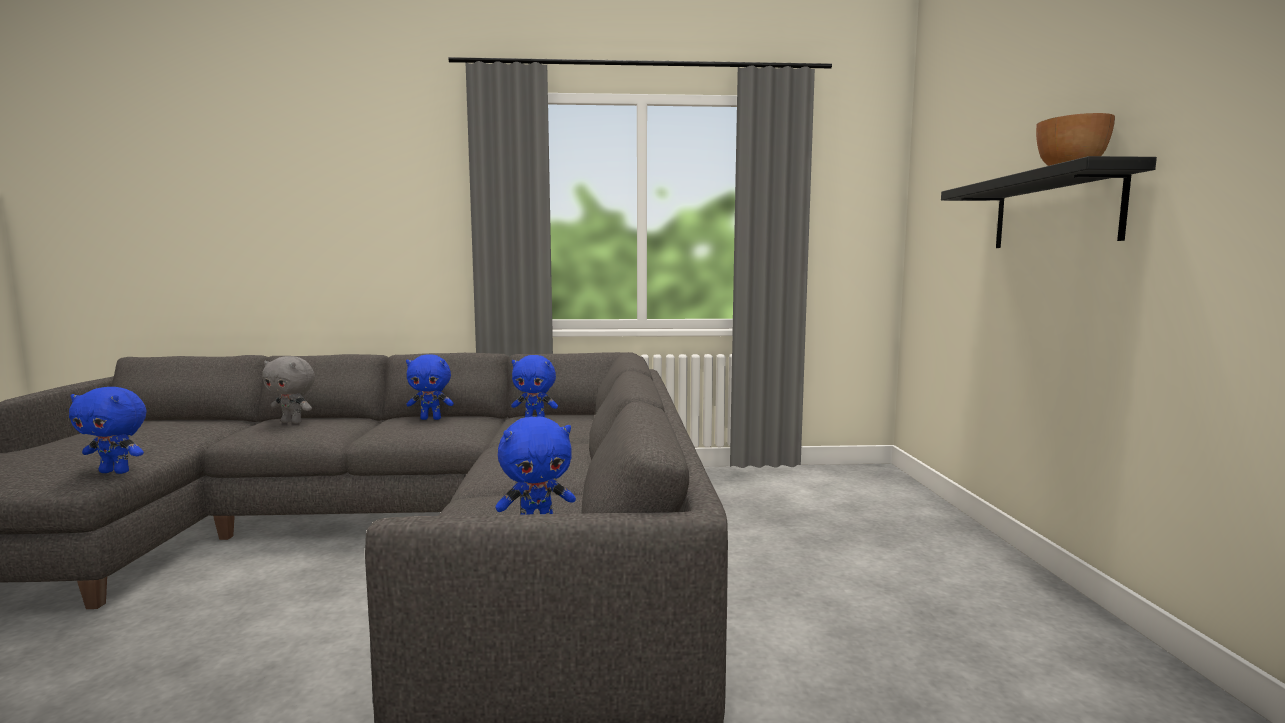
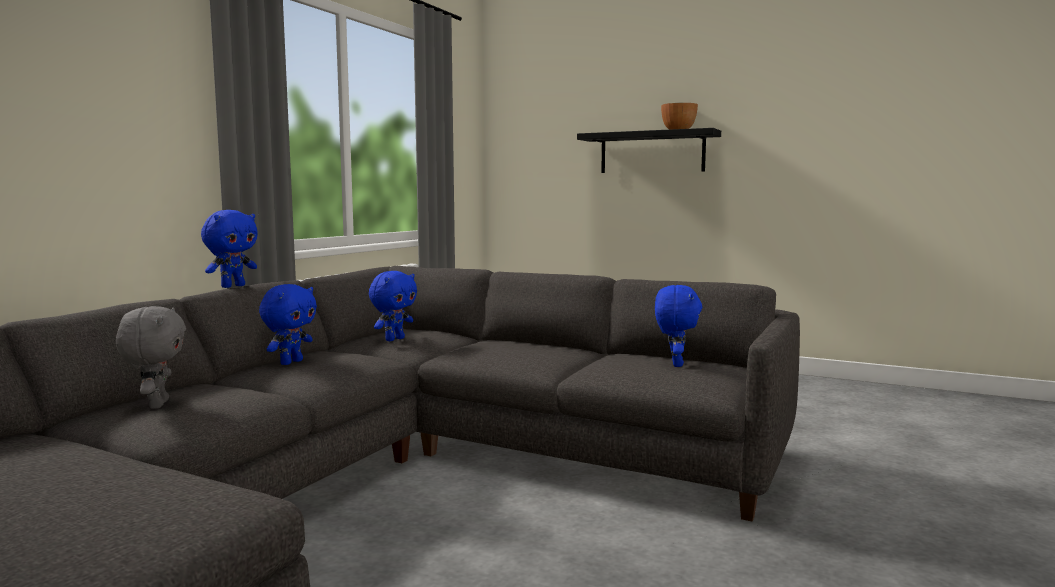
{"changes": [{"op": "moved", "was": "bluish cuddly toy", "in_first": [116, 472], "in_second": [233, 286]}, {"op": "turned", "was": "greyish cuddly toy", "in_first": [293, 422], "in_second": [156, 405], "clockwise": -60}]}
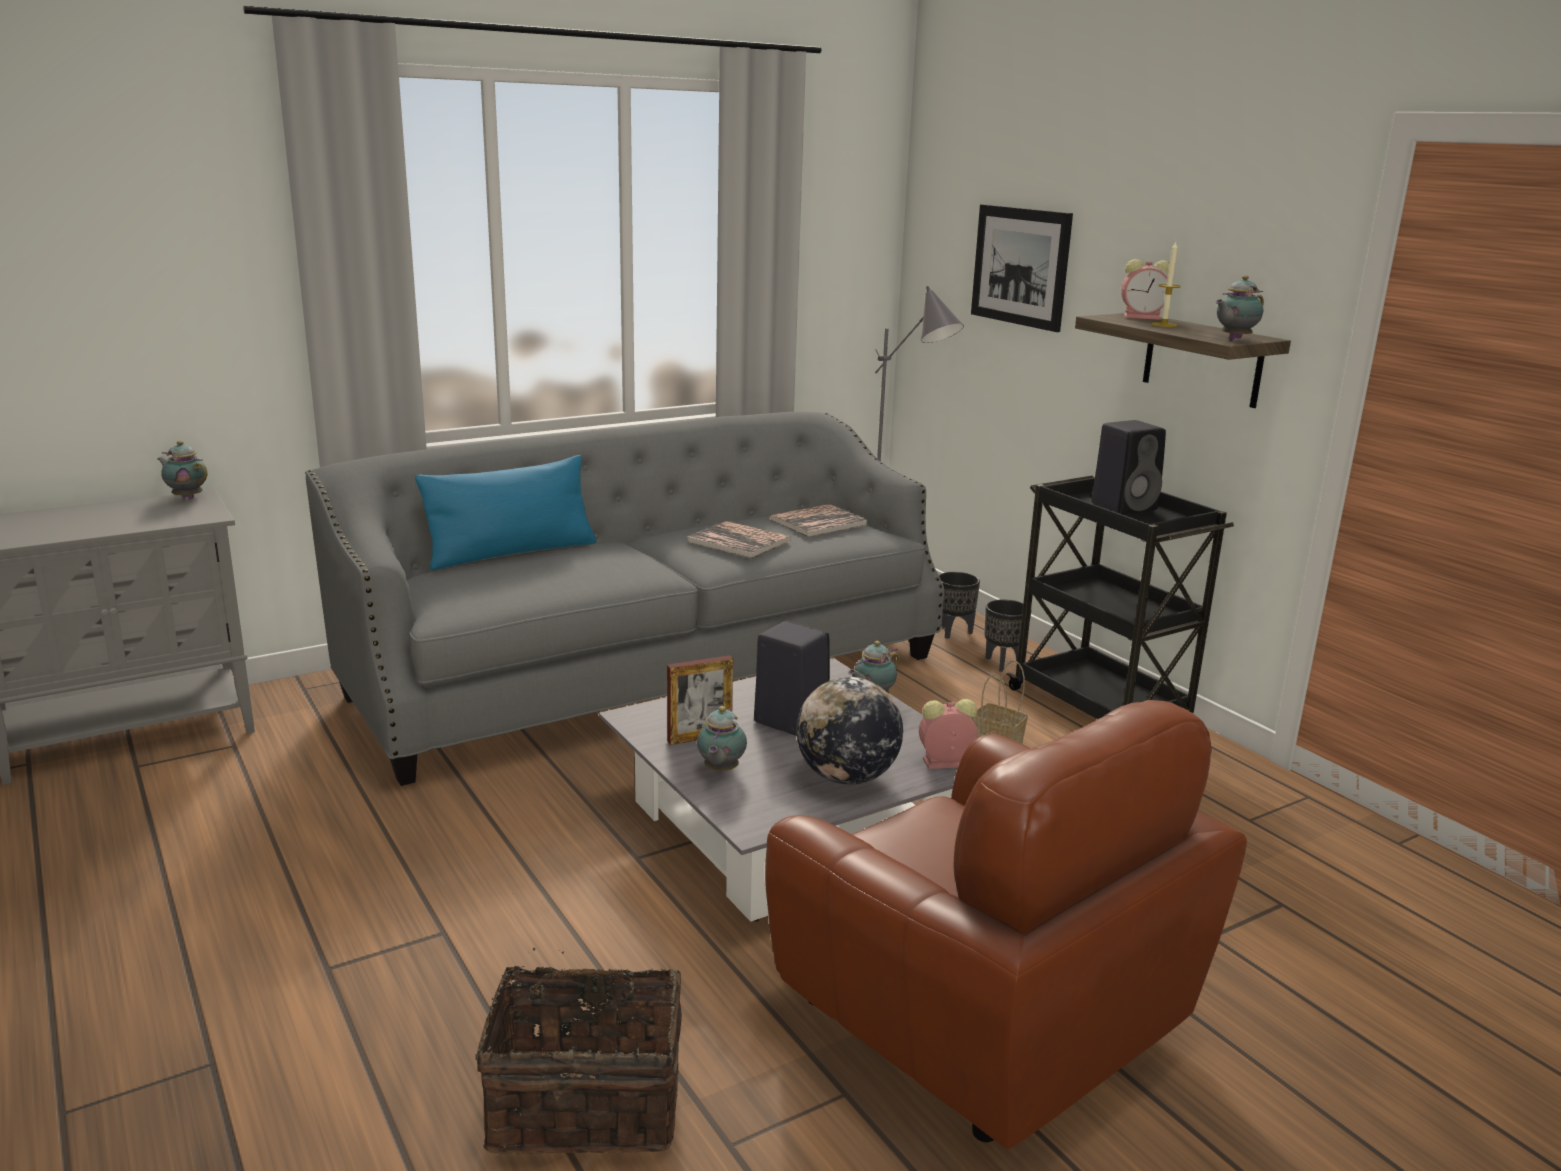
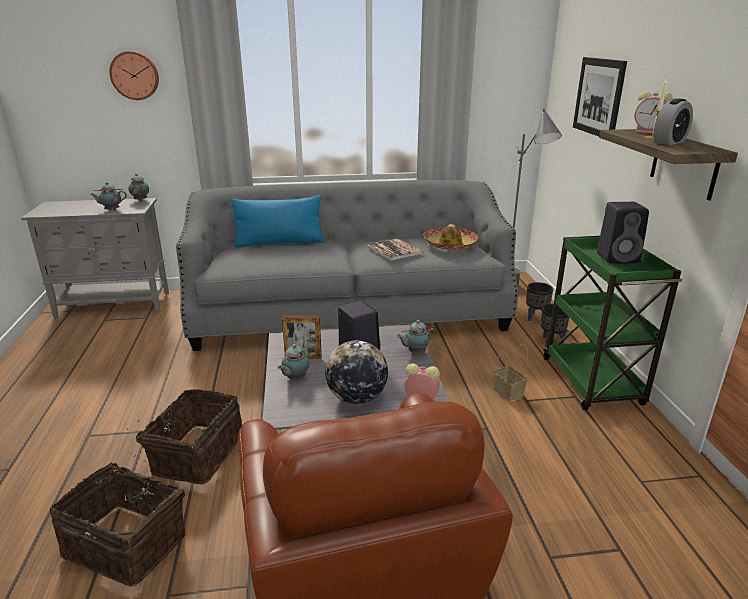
{"changes": [{"op": "replaced", "was": "bound book", "now": "clothing hat", "in_first": [818, 522], "in_second": [449, 244]}, {"op": "recoloured", "was": "black cart", "now": "green-coloured cart", "in_first": [1100, 709], "in_second": [592, 382]}, {"op": "moved", "was": "teapot", "in_first": [1233, 339], "in_second": [111, 210]}, {"op": "added", "now": "hanging clock", "in_second": [135, 75]}, {"op": "added", "now": "basket", "in_second": [196, 454]}, {"op": "added", "now": "table clock", "in_second": [669, 142]}]}
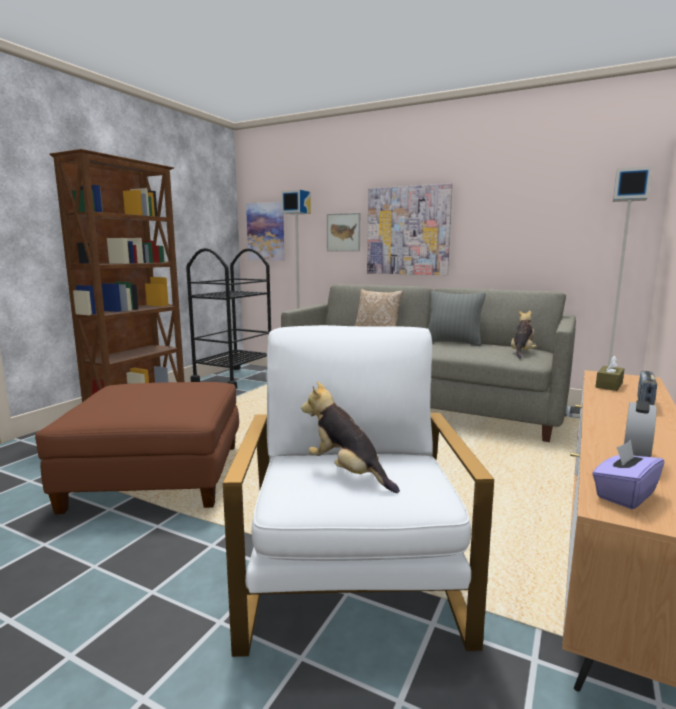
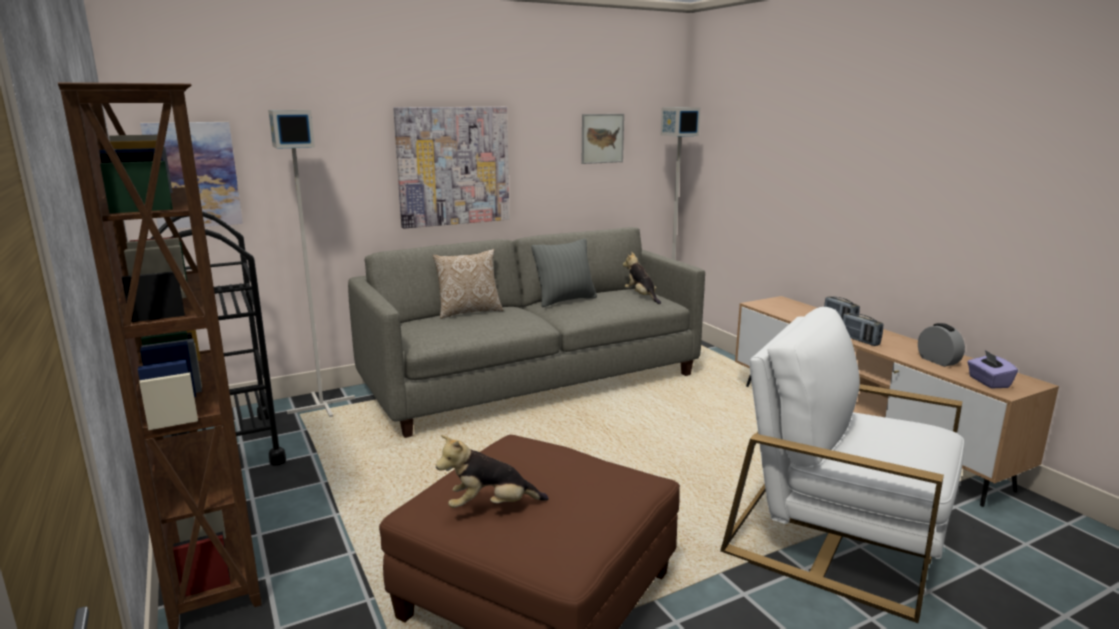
{"changes": [{"op": "moved", "was": "cuddly toy", "in_first": [347, 473], "in_second": [490, 506]}, {"op": "moved", "was": "wall picture", "in_first": [343, 232], "in_second": [602, 138]}, {"op": "removed", "was": "brown-coloured box of tissues", "in_first": [609, 385]}, {"op": "added", "now": "radio set", "in_second": [859, 340]}]}
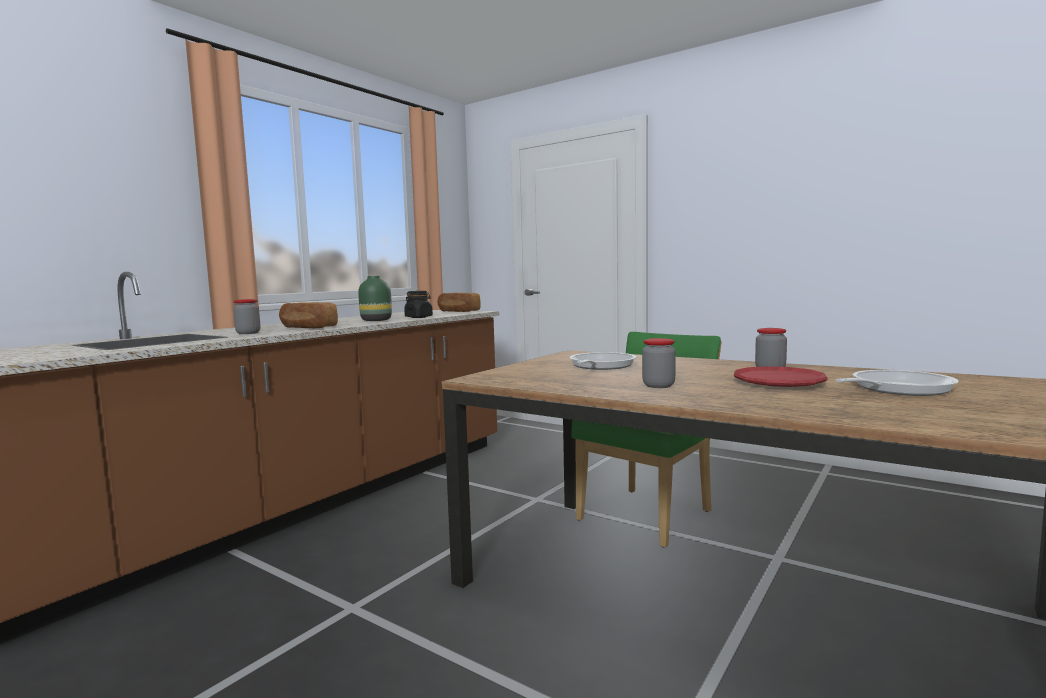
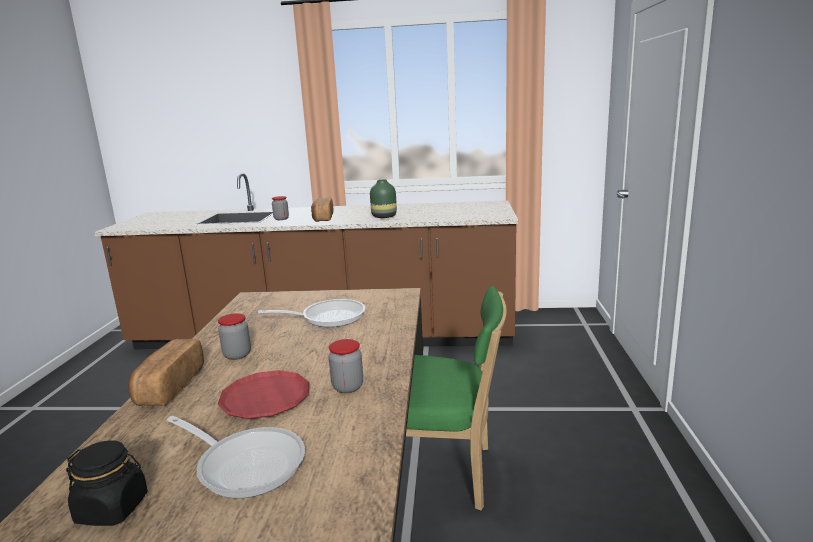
{"changes": [{"op": "moved", "was": "black preserve jar", "in_first": [419, 317], "in_second": [112, 508]}, {"op": "moved", "was": "bread", "in_first": [458, 311], "in_second": [169, 387]}]}
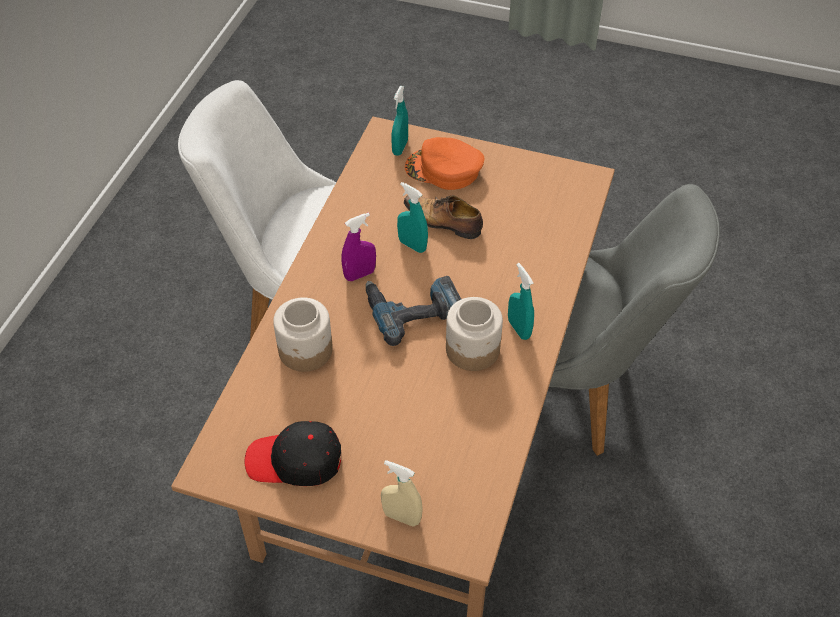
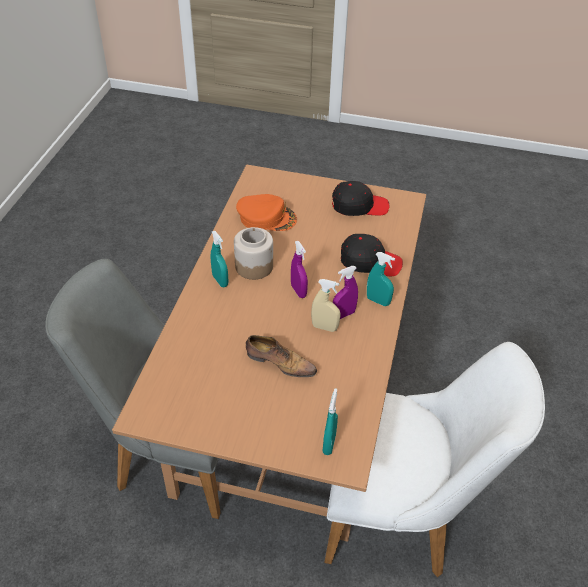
{"changes": [{"op": "replaced", "was": "preserve jar", "now": "black baseball cap", "in_first": [306, 350], "in_second": [370, 261]}, {"op": "replaced", "was": "electric drill", "now": "purple spray bottle", "in_first": [413, 309], "in_second": [298, 291]}, {"op": "moved", "was": "beige spray bottle", "in_first": [401, 517], "in_second": [324, 327]}, {"op": "moved", "was": "turquoise spray bottle", "in_first": [412, 245], "in_second": [378, 301]}, {"op": "moved", "was": "orange baseball cap", "in_first": [443, 169], "in_second": [266, 217]}]}
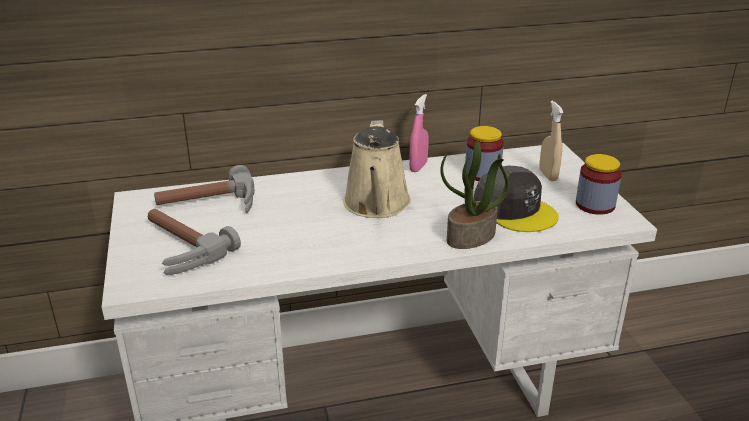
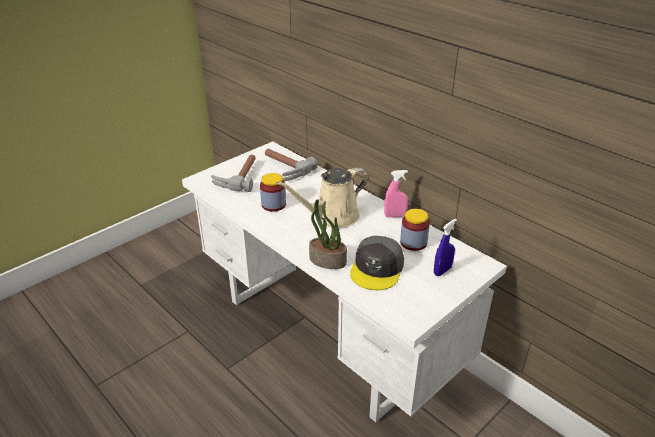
{"changes": [{"op": "recoloured", "was": "beige spray bottle", "now": "bluish spray bottle", "in_first": [548, 175], "in_second": [442, 271]}, {"op": "moved", "was": "preserve jar", "in_first": [595, 205], "in_second": [273, 204]}]}
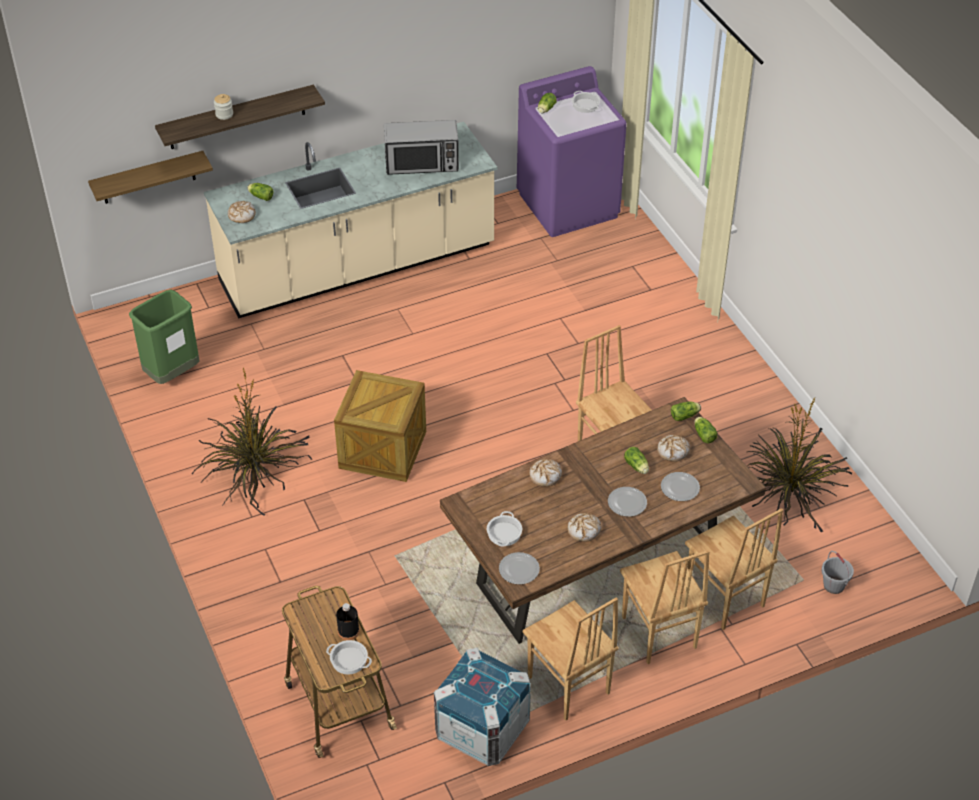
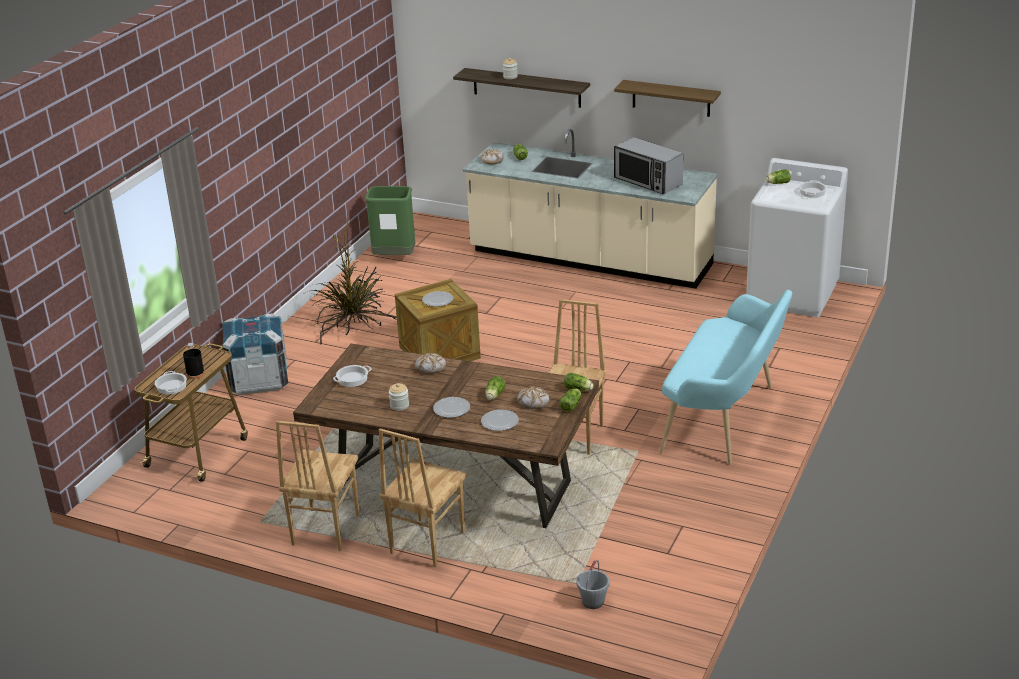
{"changes": [{"op": "moved", "was": "shelf", "in_first": [148, 178], "in_second": [671, 98]}, {"op": "moved", "was": "packing crate", "in_first": [482, 729], "in_second": [259, 379]}, {"op": "moved", "was": "plate", "in_first": [519, 570], "in_second": [437, 300]}, {"op": "recoloured", "was": "purple washing machine", "now": "white washing machine", "in_first": [568, 205], "in_second": [793, 294]}, {"op": "replaced", "was": "bread", "now": "preserve jar", "in_first": [584, 530], "in_second": [399, 405]}, {"op": "removed", "was": "brown-coloured chair", "in_first": [724, 599]}, {"op": "removed", "was": "houseplant", "in_first": [789, 493]}, {"op": "added", "now": "turquoise bench", "in_second": [725, 420]}]}
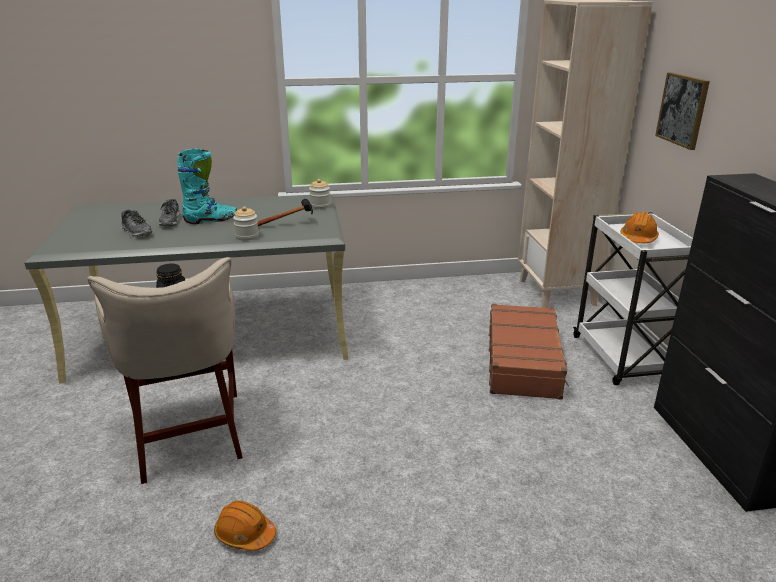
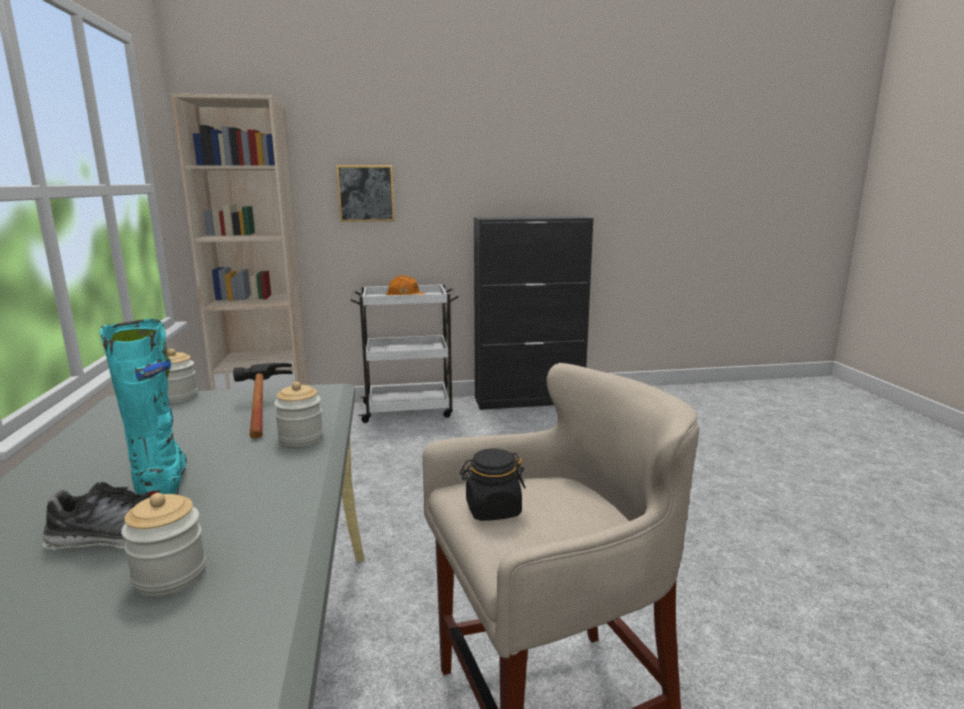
{"changes": [{"op": "replaced", "was": "low shoe", "now": "preserve jar", "in_first": [137, 232], "in_second": [170, 576]}, {"op": "removed", "was": "orange hard hat", "in_first": [245, 534]}, {"op": "removed", "was": "brown-coloured travel case", "in_first": [523, 361]}]}
